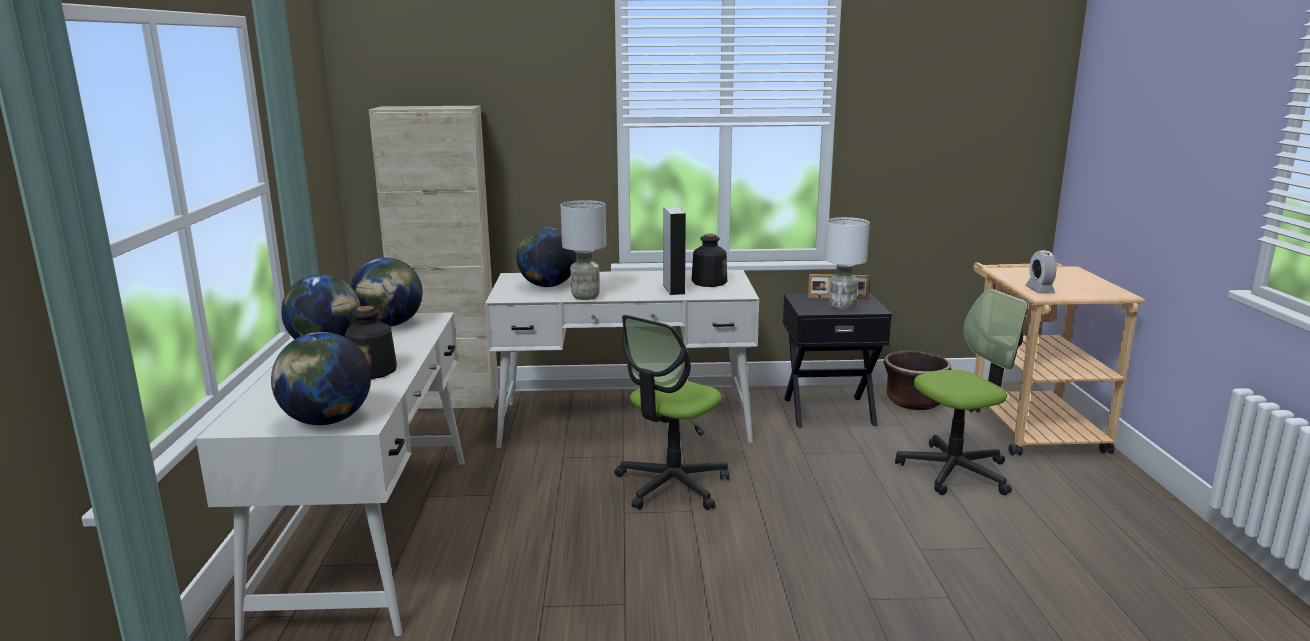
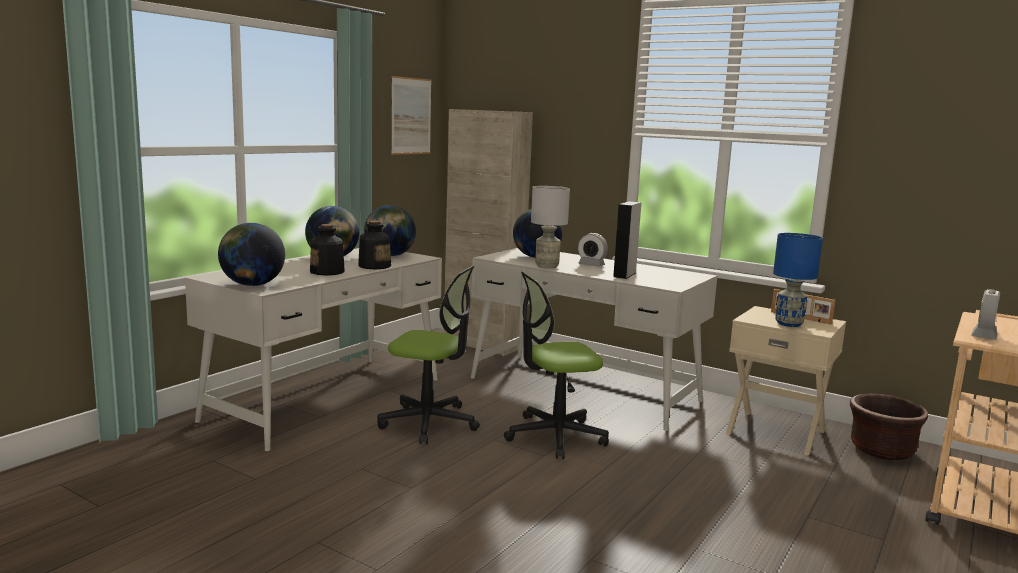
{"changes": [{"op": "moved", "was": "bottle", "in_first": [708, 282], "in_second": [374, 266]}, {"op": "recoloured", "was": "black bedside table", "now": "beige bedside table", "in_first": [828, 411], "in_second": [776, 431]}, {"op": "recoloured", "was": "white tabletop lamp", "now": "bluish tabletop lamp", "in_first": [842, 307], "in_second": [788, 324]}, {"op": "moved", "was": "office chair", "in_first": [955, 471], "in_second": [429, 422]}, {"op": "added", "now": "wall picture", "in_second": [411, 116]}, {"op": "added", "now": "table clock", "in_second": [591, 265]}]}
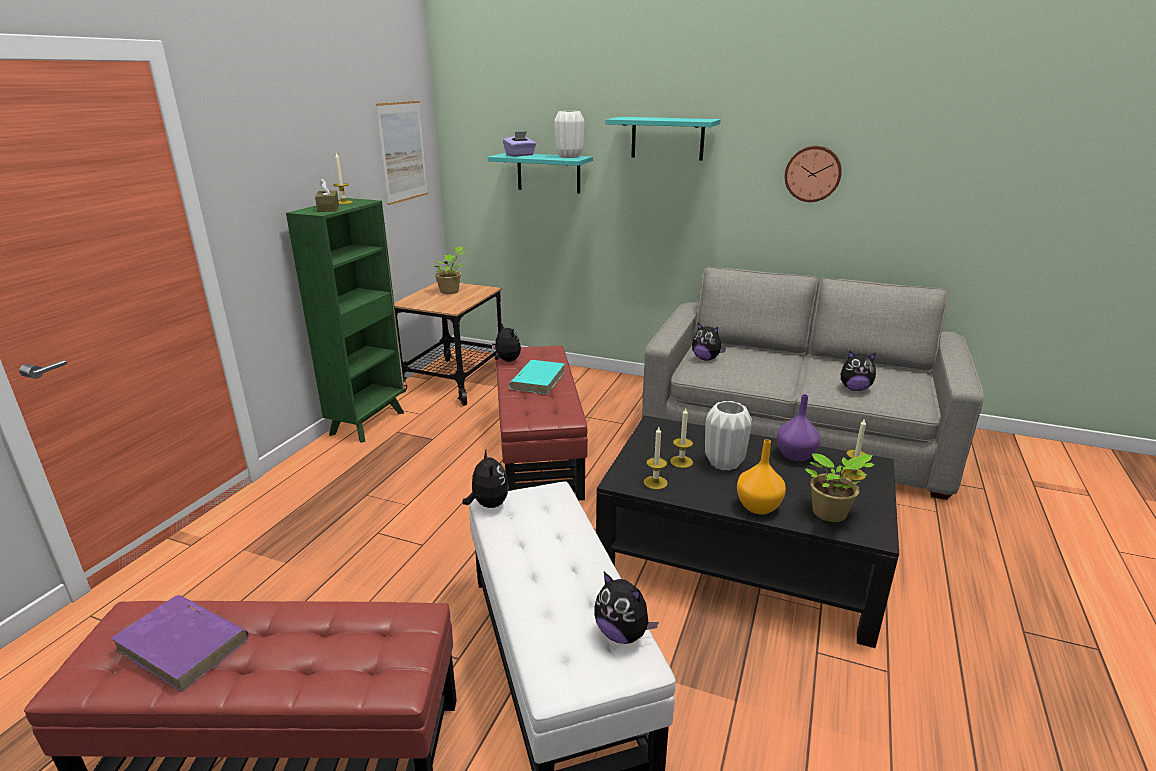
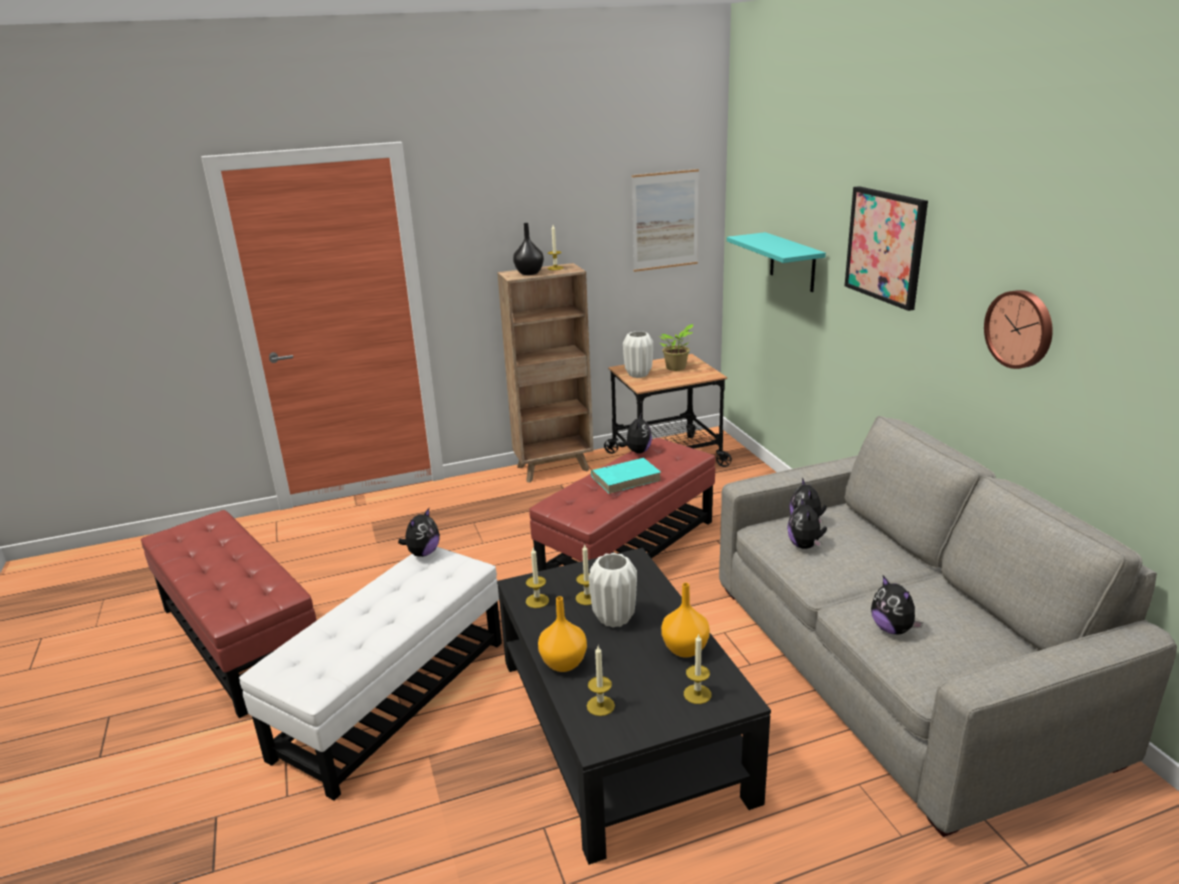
{"changes": [{"op": "removed", "was": "purple bound book", "in_first": [184, 645]}, {"op": "recoloured", "was": "green-coloured bookshelf", "now": "brown-coloured bookshelf", "in_first": [369, 422], "in_second": [554, 468]}, {"op": "replaced", "was": "brown-coloured box of tissues", "now": "black flower vase", "in_first": [328, 208], "in_second": [529, 273]}, {"op": "removed", "was": "purple box of tissues", "in_first": [520, 155]}, {"op": "moved", "was": "white flower vase", "in_first": [569, 157], "in_second": [638, 374]}, {"op": "moved", "was": "cuddly toy", "in_first": [622, 633], "in_second": [805, 546]}, {"op": "replaced", "was": "turquoise shelf", "now": "wall picture", "in_first": [667, 138], "in_second": [886, 246]}, {"op": "recoloured", "was": "purple flower vase", "now": "orange flower vase", "in_first": [795, 455], "in_second": [685, 648]}, {"op": "replaced", "was": "houseplant", "now": "candle", "in_first": [830, 514], "in_second": [600, 706]}]}
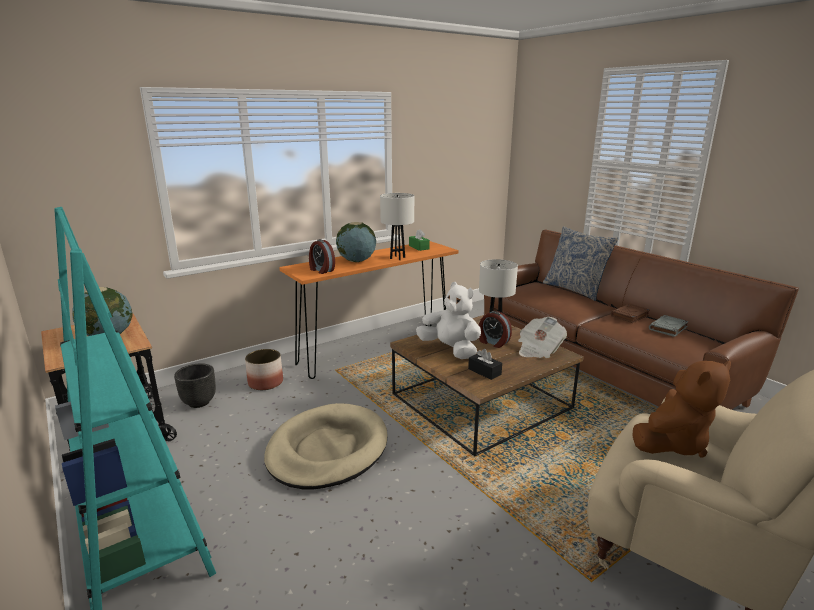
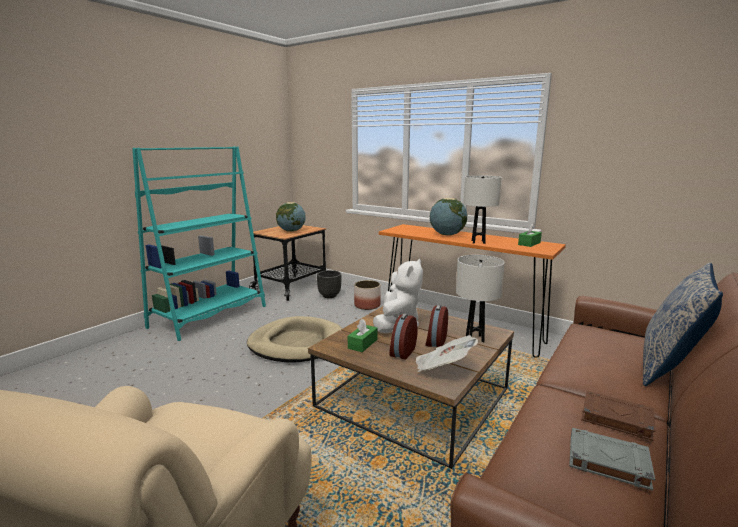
{"changes": [{"op": "moved", "was": "table clock", "in_first": [321, 270], "in_second": [402, 352]}, {"op": "recoloured", "was": "black box of tissues", "now": "green-coloured box of tissues", "in_first": [484, 371], "in_second": [362, 344]}, {"op": "removed", "was": "brown-coloured cuddly toy", "in_first": [672, 443]}]}
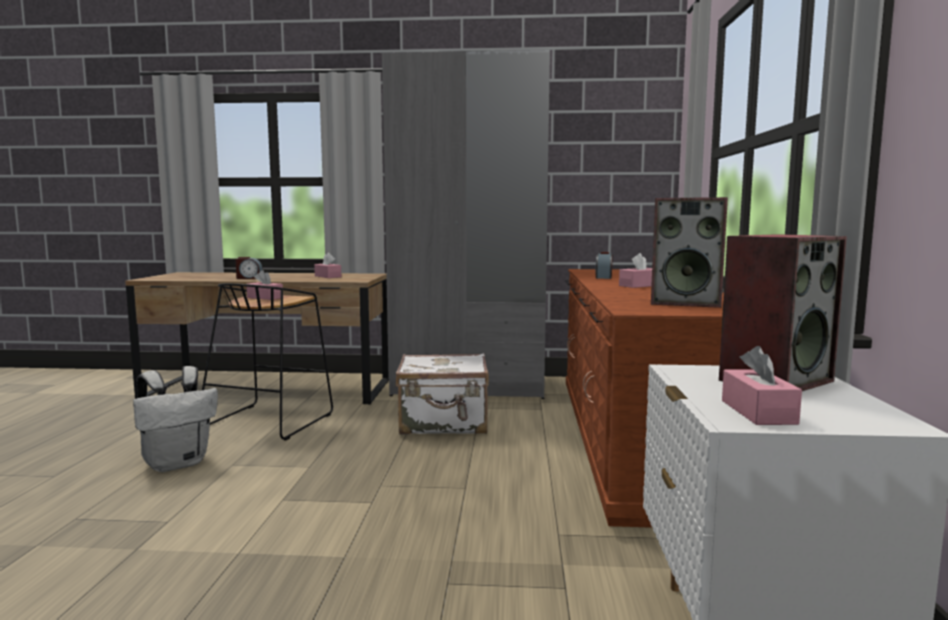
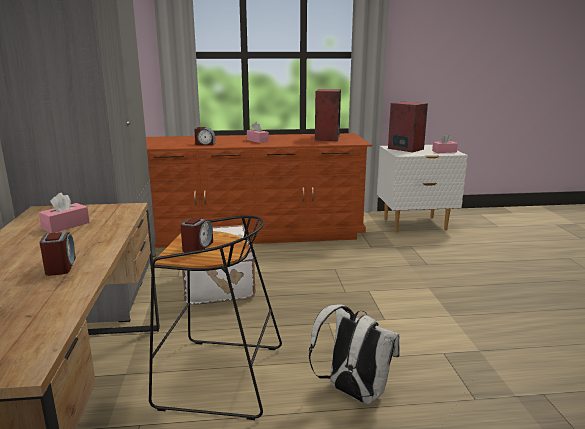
{"changes": [{"op": "replaced", "was": "pink box of tissues", "now": "table clock", "in_first": [265, 297], "in_second": [197, 247]}]}
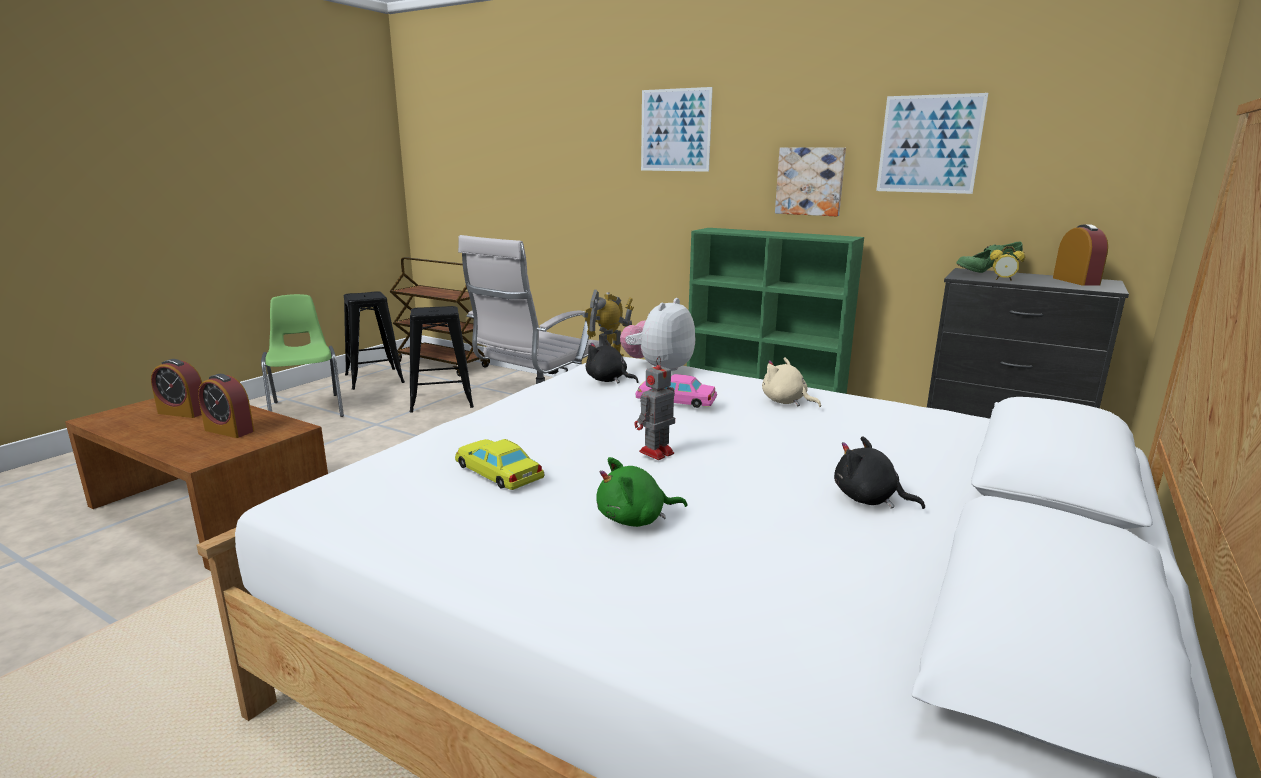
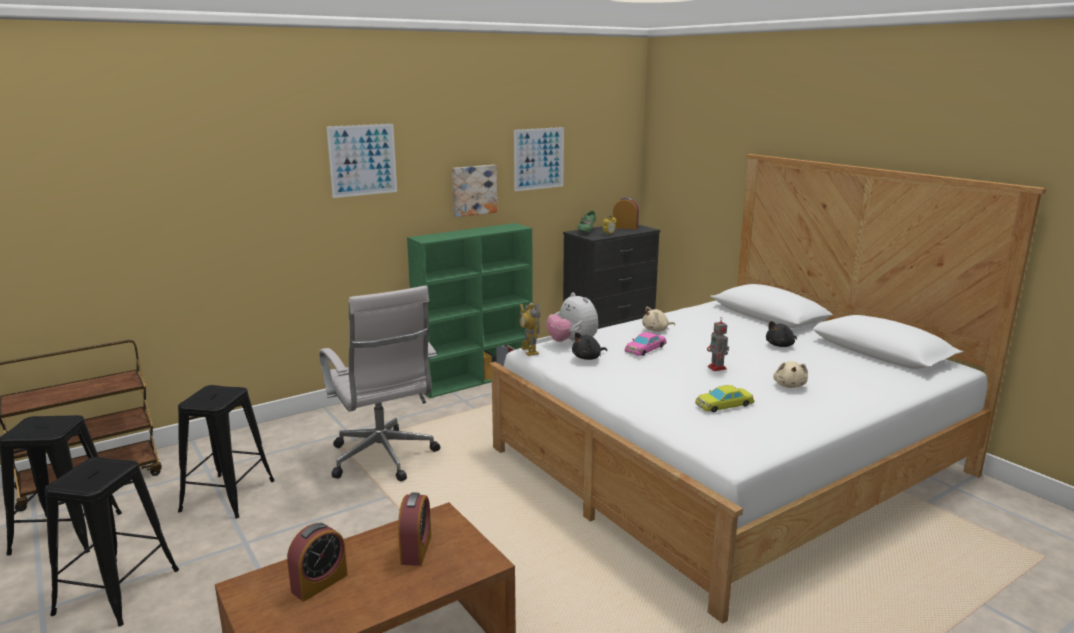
{"changes": [{"op": "turned", "was": "table clock", "in_first": [229, 430], "in_second": [416, 549], "clockwise": -45}, {"op": "replaced", "was": "green-coloured chair", "now": "black stool seat", "in_first": [307, 409], "in_second": [117, 591]}, {"op": "recoloured", "was": "green-coloured cuddly toy", "now": "beige cuddly toy", "in_first": [635, 519], "in_second": [789, 385]}]}
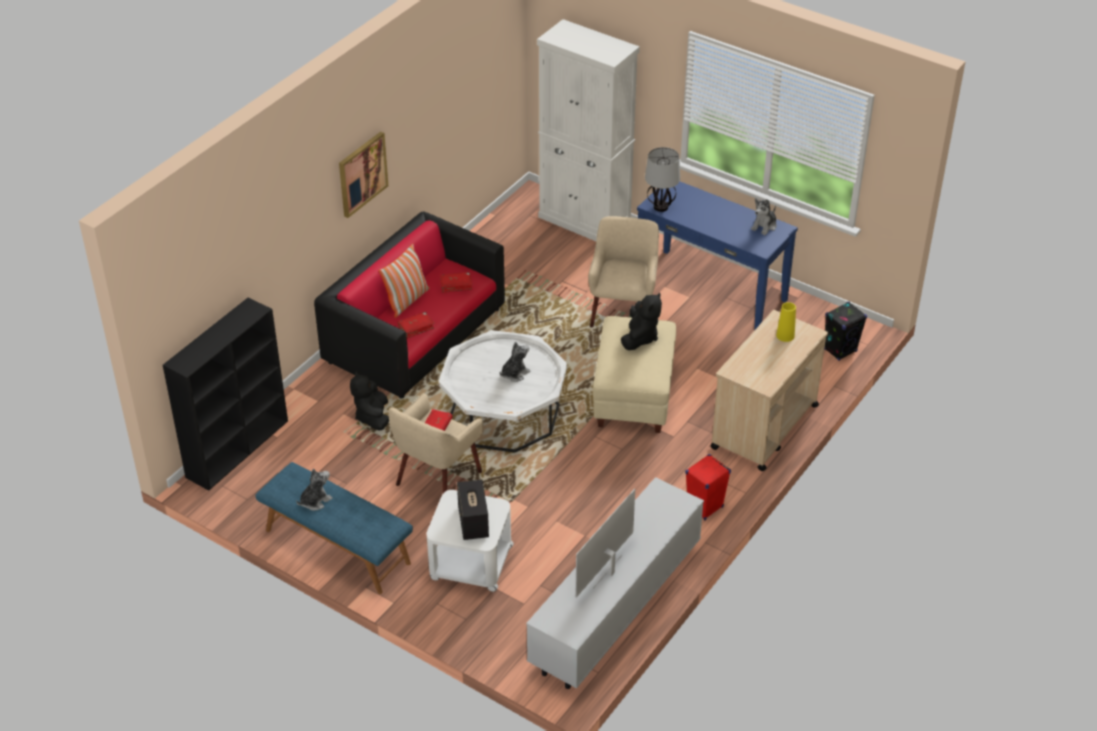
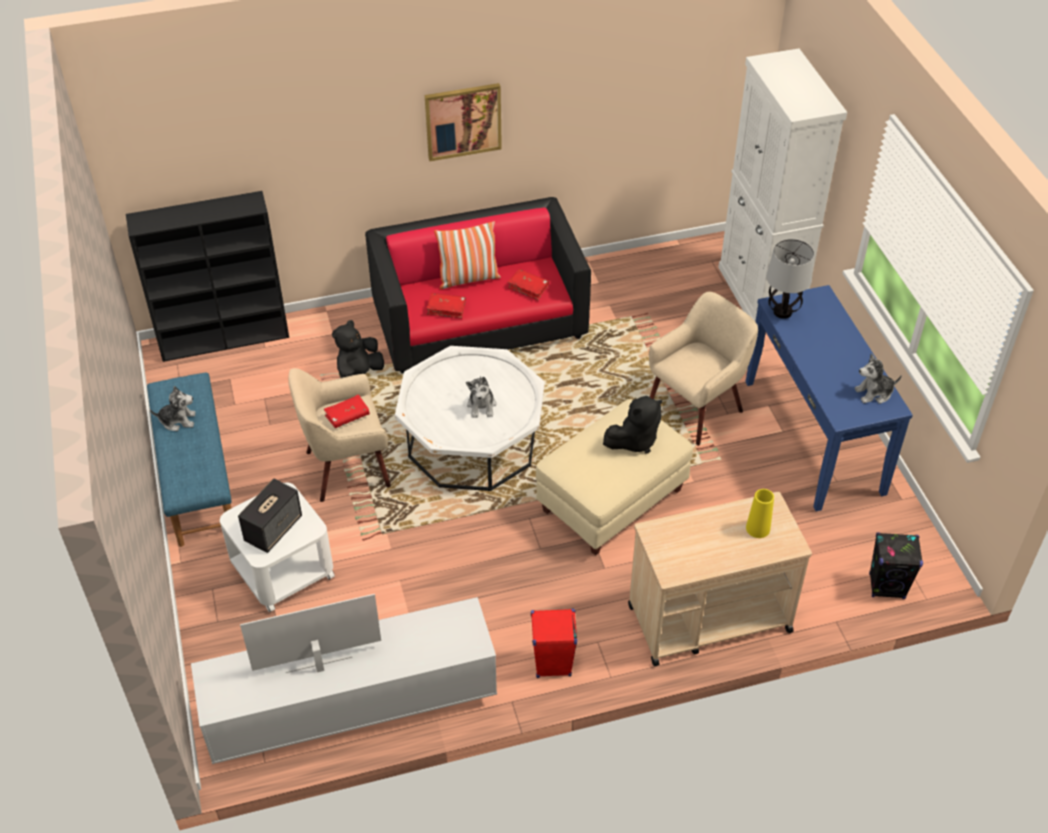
{"changes": [{"op": "turned", "was": "cuddly toy", "in_first": [514, 373], "in_second": [482, 405], "clockwise": 90}]}
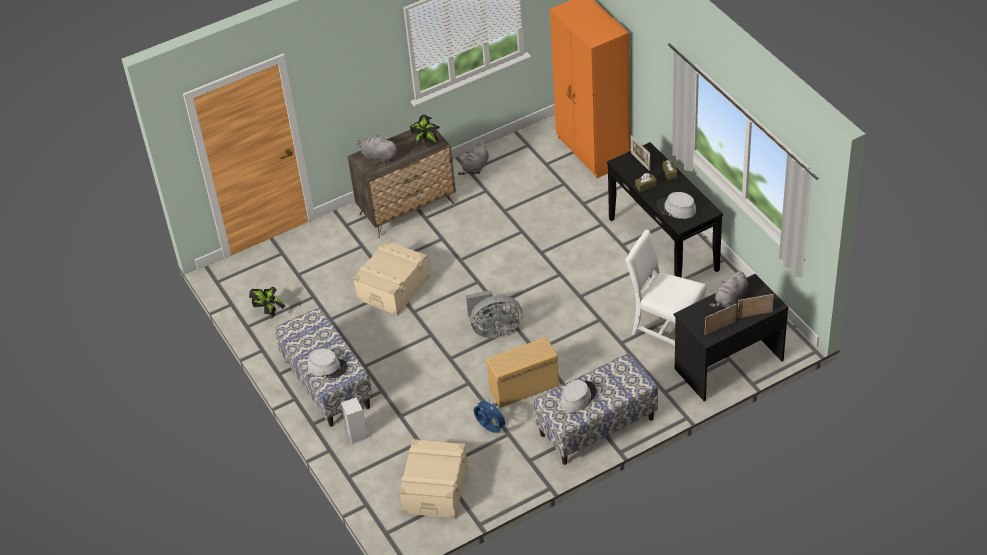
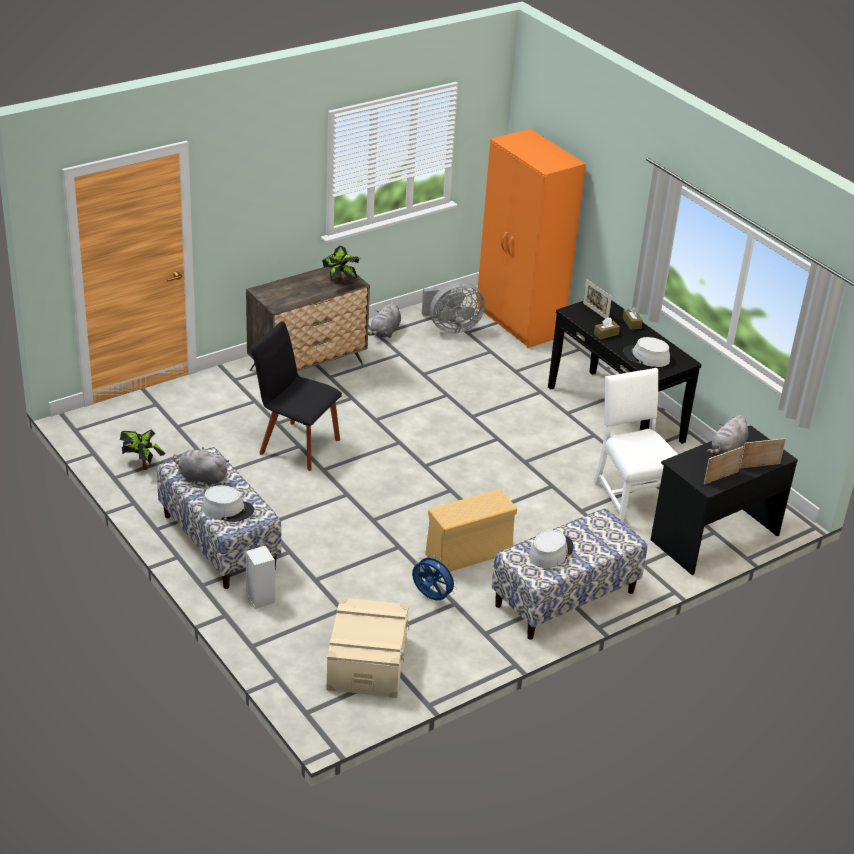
{"changes": [{"op": "replaced", "was": "beige storage container", "now": "black chair", "in_first": [393, 288], "in_second": [296, 445]}, {"op": "moved", "was": "greyish cuddly toy", "in_first": [378, 157], "in_second": [200, 478]}, {"op": "moved", "was": "greyish electric fan", "in_first": [494, 330], "in_second": [451, 327]}, {"op": "turned", "was": "white chair", "in_first": [665, 327], "in_second": [631, 497], "clockwise": 45}]}
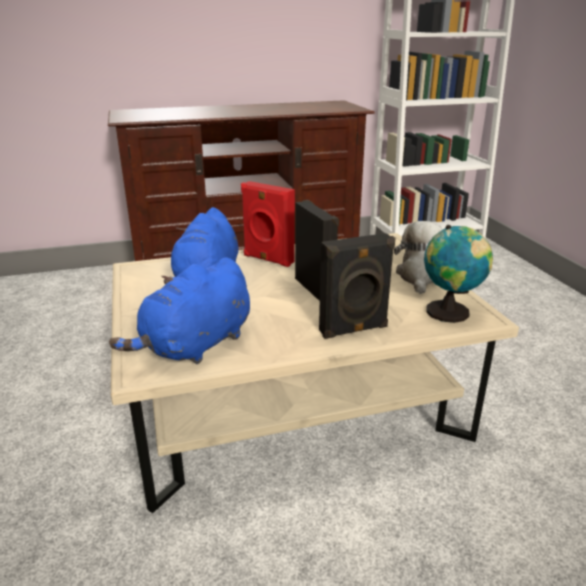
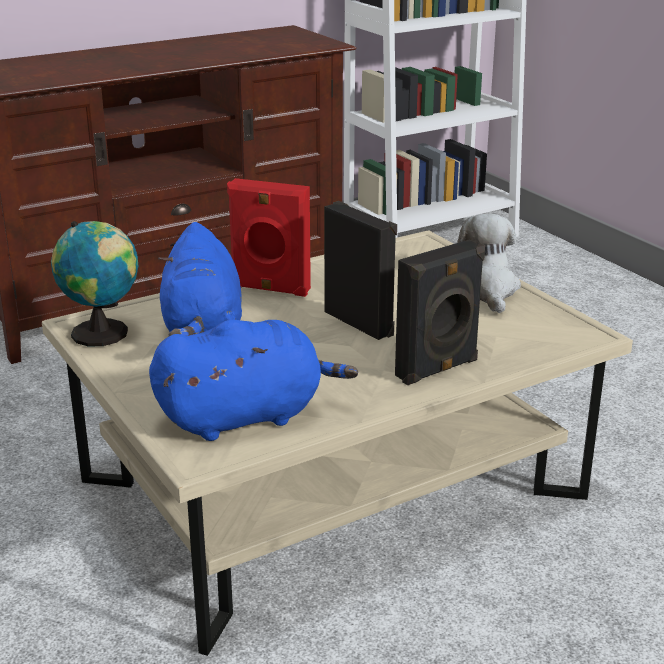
{"changes": [{"op": "turned", "was": "bluish cuddly toy", "in_first": [195, 346], "in_second": [246, 416], "clockwise": -135}, {"op": "moved", "was": "desk globe", "in_first": [450, 312], "in_second": [104, 334]}]}
